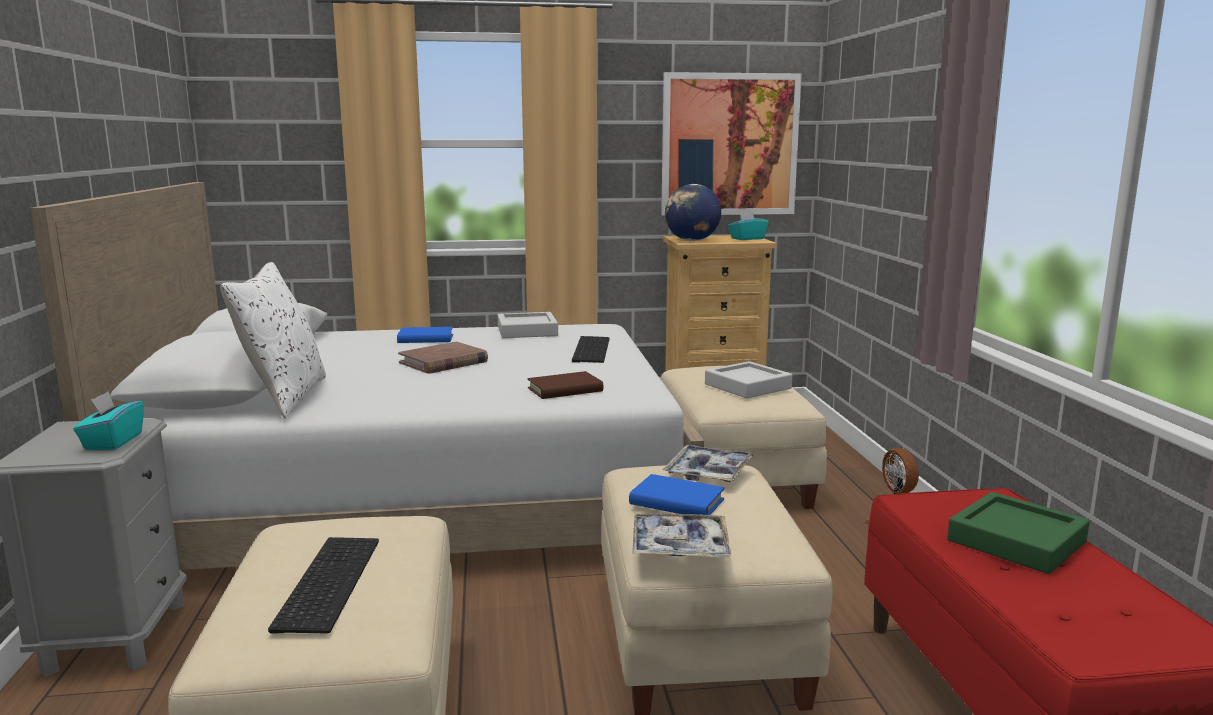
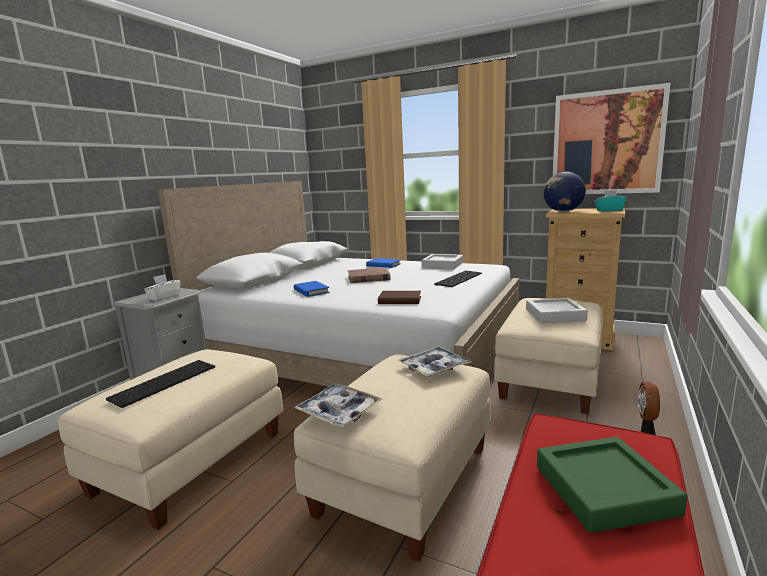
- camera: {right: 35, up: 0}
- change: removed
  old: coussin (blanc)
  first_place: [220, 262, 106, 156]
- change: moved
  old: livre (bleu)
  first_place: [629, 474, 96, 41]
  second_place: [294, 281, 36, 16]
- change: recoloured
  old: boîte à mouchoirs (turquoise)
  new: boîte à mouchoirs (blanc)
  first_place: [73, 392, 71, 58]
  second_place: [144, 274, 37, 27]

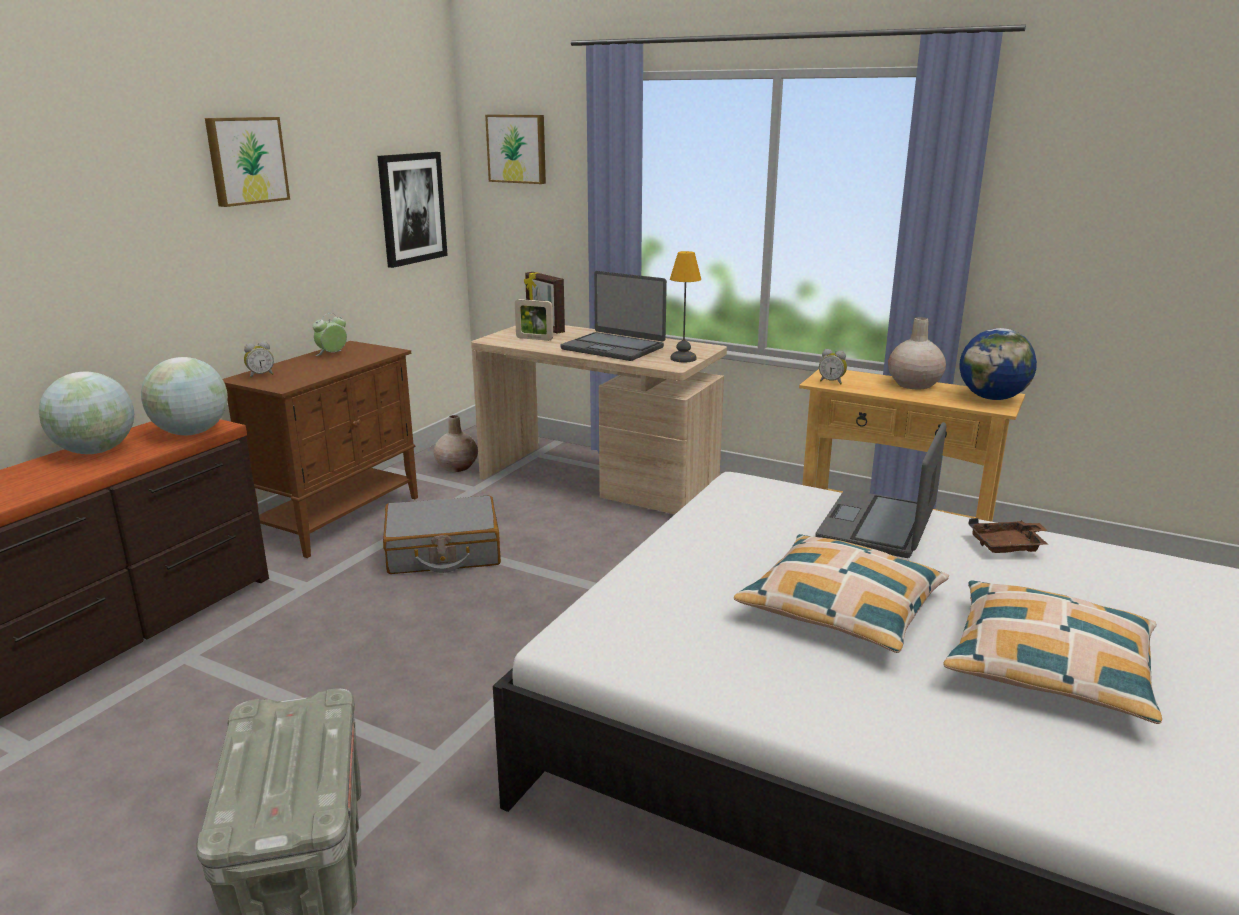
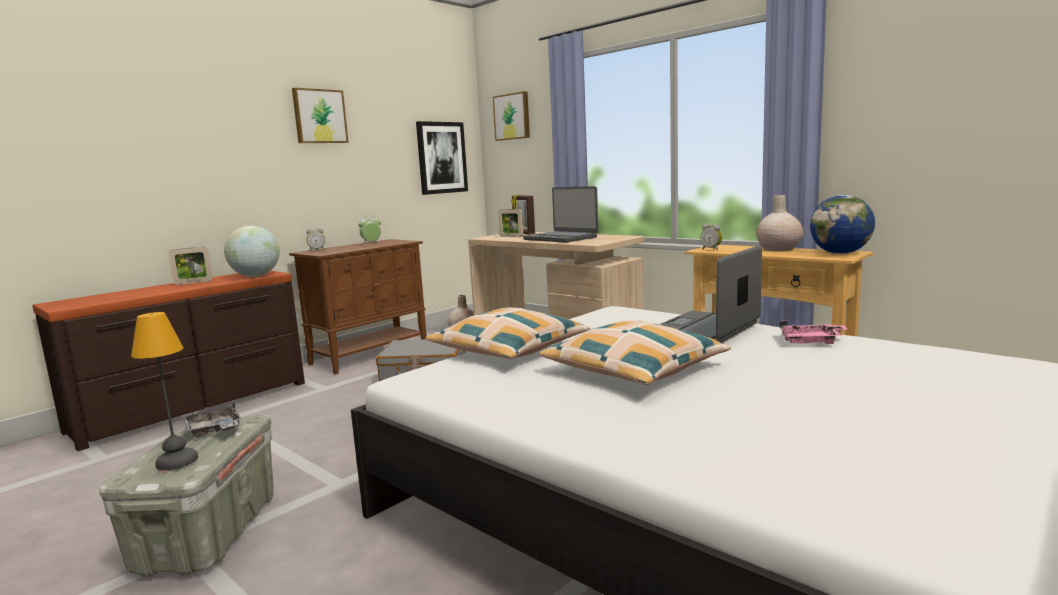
- camera: {right: 15, up: -10}
- change: added
  new: plateau (gris)
  second_place: [182, 402, 60, 35]
- change: moved
  old: lampe de table
  first_place: [670, 251, 31, 111]
  second_place: [131, 312, 67, 158]
- change: moved
  old: coussin
  first_place: [943, 580, 219, 144]
  second_place: [426, 307, 164, 52]
- change: replaced
  old: globe
  new: cadre photo
  first_place: [39, 372, 95, 82]
  second_place: [169, 247, 44, 38]
- change: recoloured
  old: plateau (marron)
  new: plateau (rose)
  first_place: [968, 518, 80, 35]
  second_place: [779, 321, 69, 23]

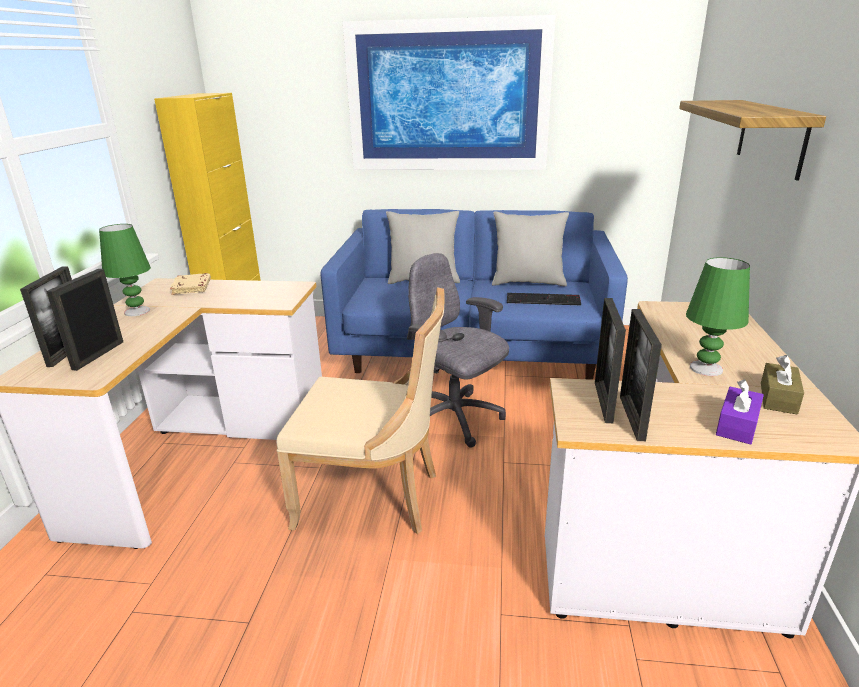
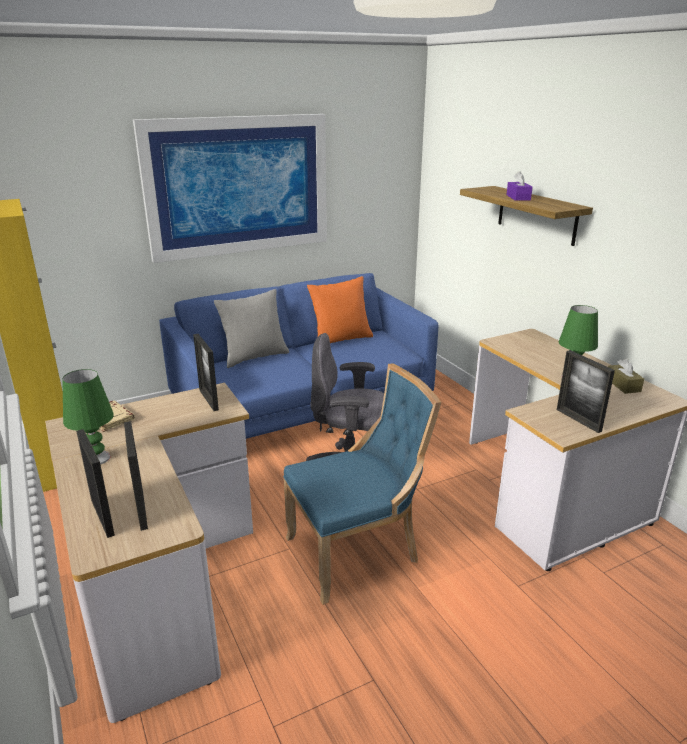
- camera: {right: -35, up: 0}
- change: removed
  old: clavier
  first_place: [507, 293, 74, 12]
- change: moved
  old: cadre photo
  first_place: [595, 298, 31, 125]
  second_place: [193, 334, 26, 77]
- change: moved
  old: boîte à mouchoirs (violet)
  first_place: [716, 379, 48, 66]
  second_place: [507, 171, 26, 30]
- change: recoloured
  old: chaise (beige)
  new: chaise (bleu)
  first_place: [276, 287, 169, 247]
  second_place: [283, 363, 158, 242]
- change: recoloured
  old: coussin (gris)
  new: coussin (orange)
  first_place: [492, 211, 77, 75]
  second_place: [307, 276, 66, 67]

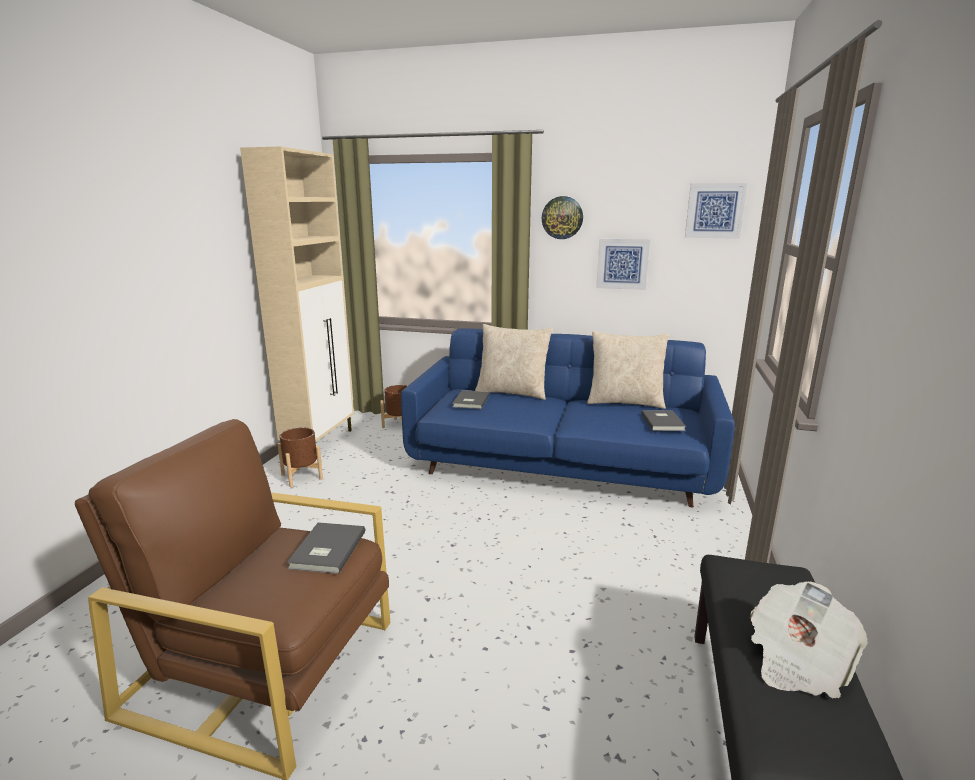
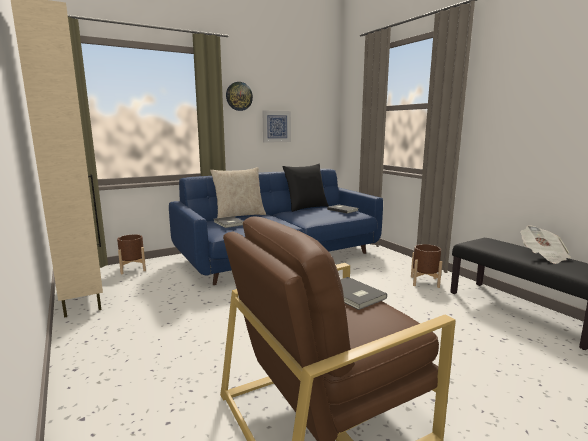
- camera: {right: -45, up: -5}
- change: removed
  old: tableau
  first_place: [685, 183, 62, 56]
- change: moved
  old: cache-pot (marron)
  first_place: [278, 427, 45, 60]
  second_place: [411, 244, 31, 44]
- change: recoloured
  old: coussin (beige)
  new: coussin (noir)
  first_place: [587, 331, 82, 78]
  second_place: [283, 164, 46, 48]

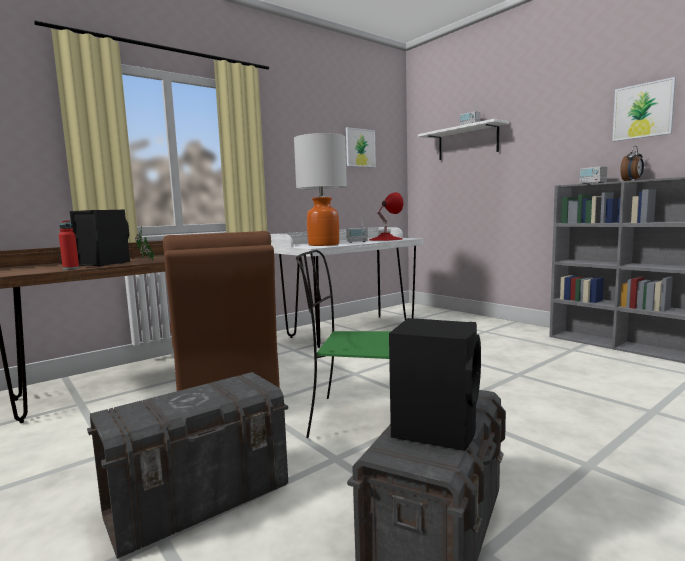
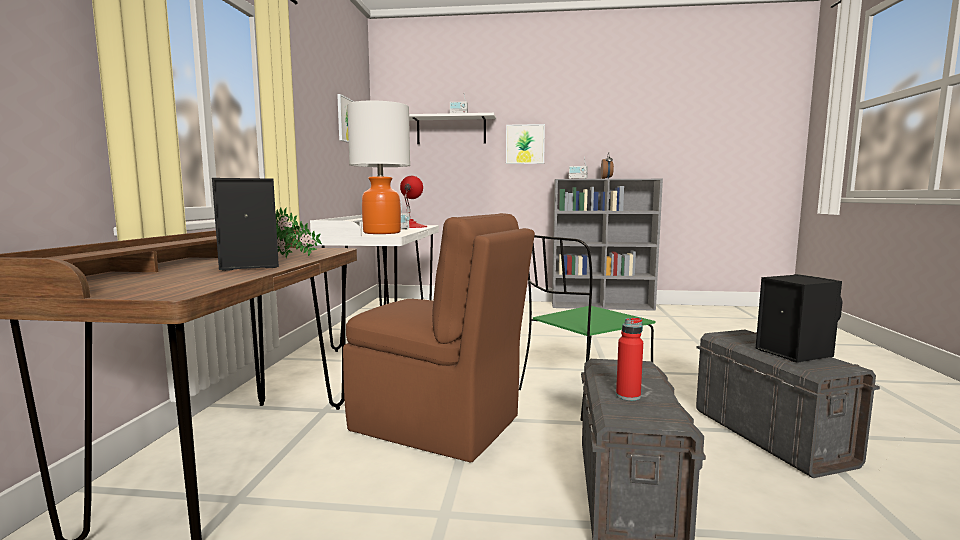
- camera: {right: -45, up: 0}
- change: moved
  old: bouteille (rouge)
  first_place: [59, 220, 20, 50]
  second_place: [616, 318, 27, 83]
- change: moved
  old: tableau
  first_place: [612, 77, 64, 64]
  second_place: [506, 124, 39, 40]

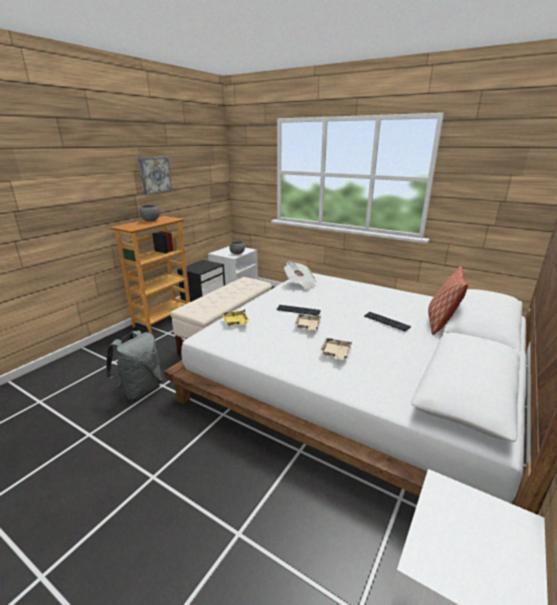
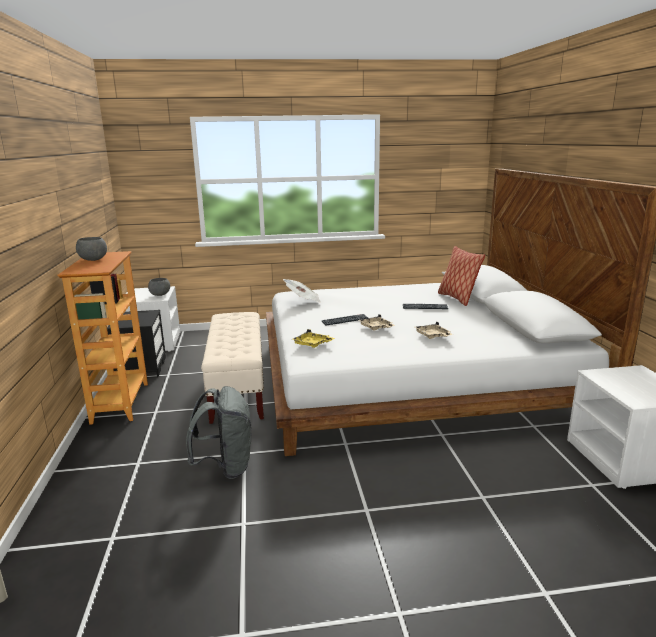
- camera: {right: -40, up: -5}
- change: removed
  old: tableau
  first_place: [138, 157, 34, 38]

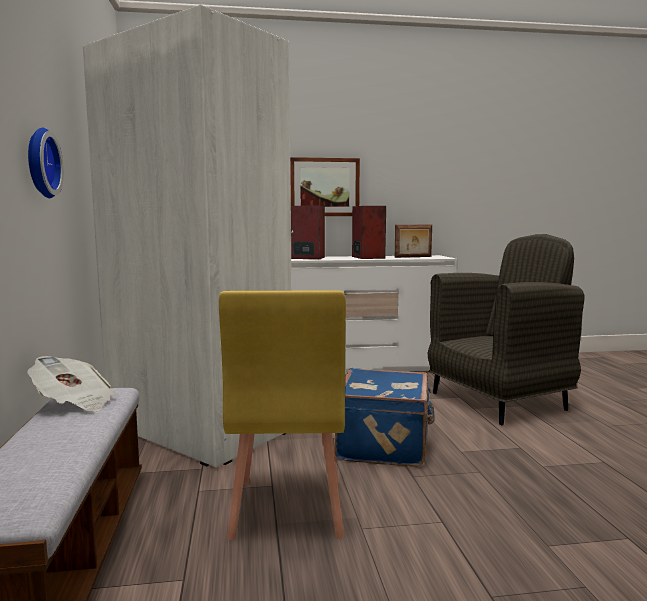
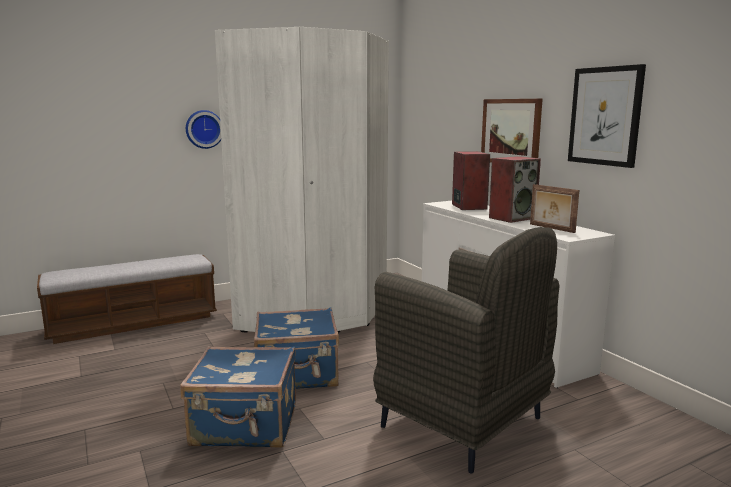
- camera: {right: 70, up: 5}
- change: removed
  old: journal
  first_place: [27, 356, 89, 56]
- change: removed
  old: chaise (jaune)
  first_place: [219, 290, 127, 250]
- change: added
  new: valise (bleu)
  second_place: [180, 346, 116, 102]
- change: added
  new: tableau
  second_place: [568, 64, 78, 104]

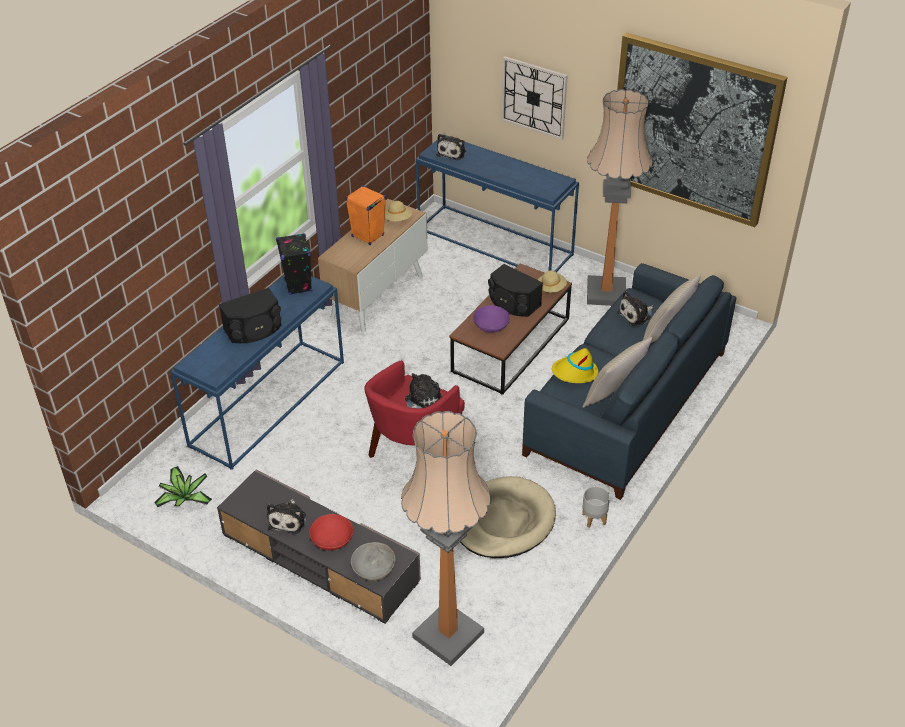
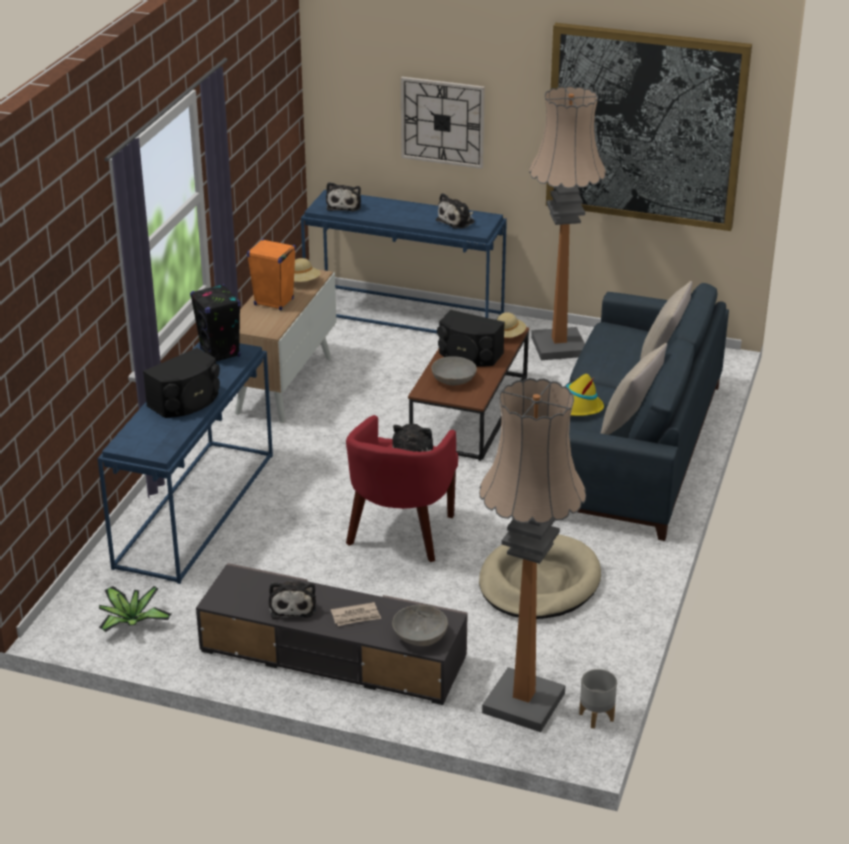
- camera: {right: -15, up: -10}
- change: moved
  old: cache-pot (gris)
  first_place: [582, 486, 28, 42]
  second_place: [579, 669, 38, 60]
- change: moved
  old: peluche
  first_place: [617, 291, 36, 35]
  second_place: [436, 193, 38, 36]
- change: replaced
  old: bol (rouge)
  new: journal
  first_place: [309, 514, 44, 36]
  second_place: [331, 602, 50, 24]
- change: recoloured
  old: bol (violet)
  new: bol (gris)
  first_place: [473, 305, 37, 27]
  second_place: [431, 356, 46, 30]

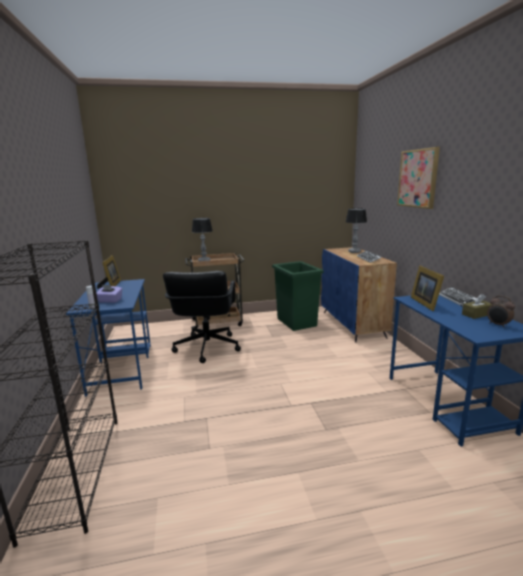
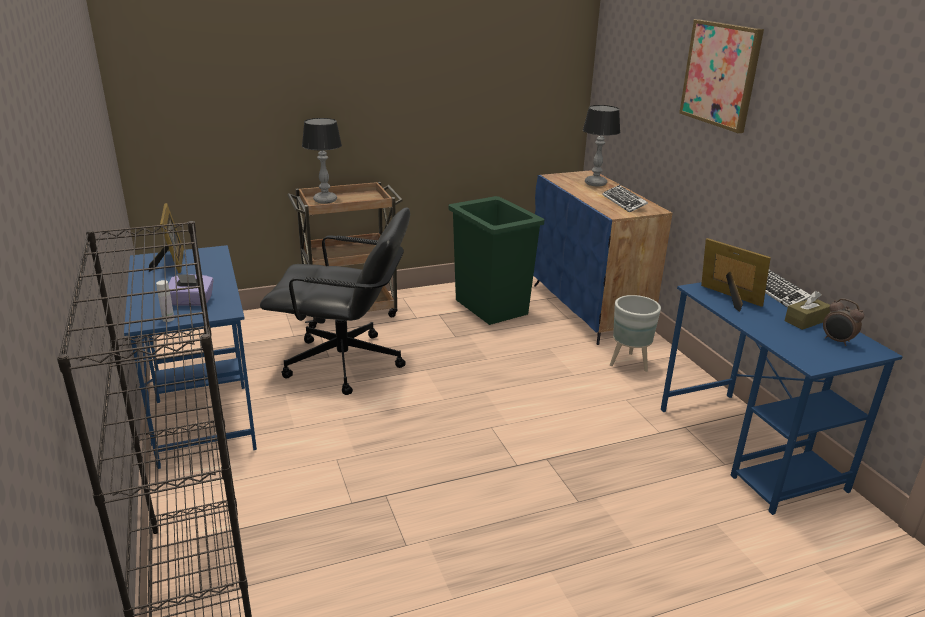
- camera: {right: -10, up: 10}
- change: added
  new: cache-pot (gris)
  second_place: [610, 295, 51, 77]
- change: turned
  old: chaise de bureau (noir)
  first_place: [163, 271, 78, 92]
  second_place: [260, 207, 150, 188]
  degrees: -75
- change: turned
  old: cadre photo
  first_place: [411, 266, 33, 45]
  second_place: [701, 238, 70, 74]
  degrees: 150

